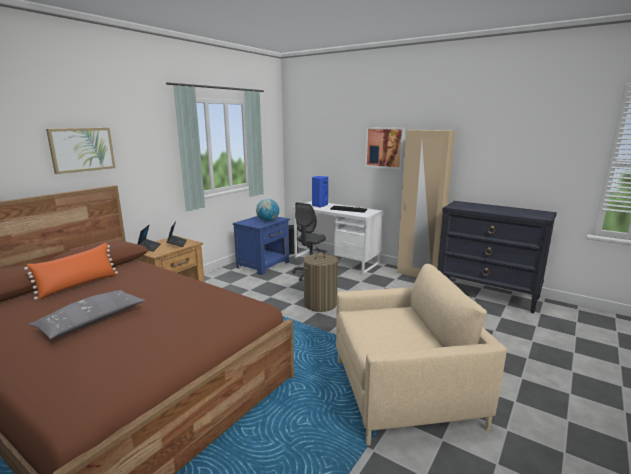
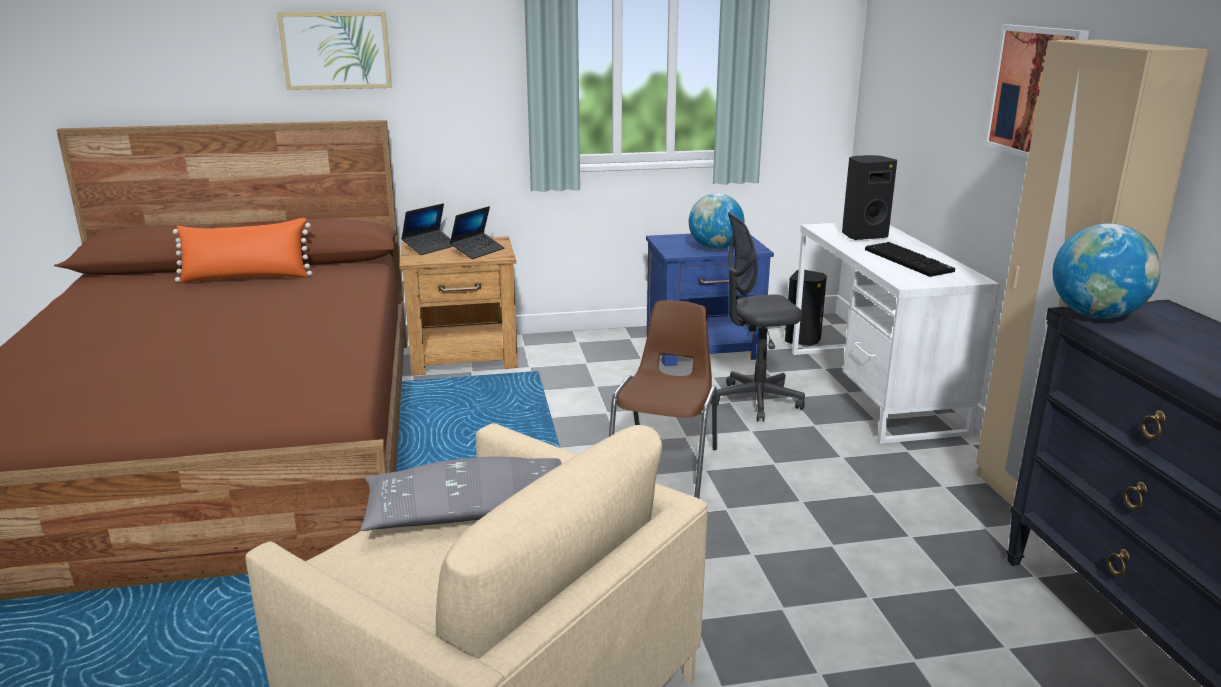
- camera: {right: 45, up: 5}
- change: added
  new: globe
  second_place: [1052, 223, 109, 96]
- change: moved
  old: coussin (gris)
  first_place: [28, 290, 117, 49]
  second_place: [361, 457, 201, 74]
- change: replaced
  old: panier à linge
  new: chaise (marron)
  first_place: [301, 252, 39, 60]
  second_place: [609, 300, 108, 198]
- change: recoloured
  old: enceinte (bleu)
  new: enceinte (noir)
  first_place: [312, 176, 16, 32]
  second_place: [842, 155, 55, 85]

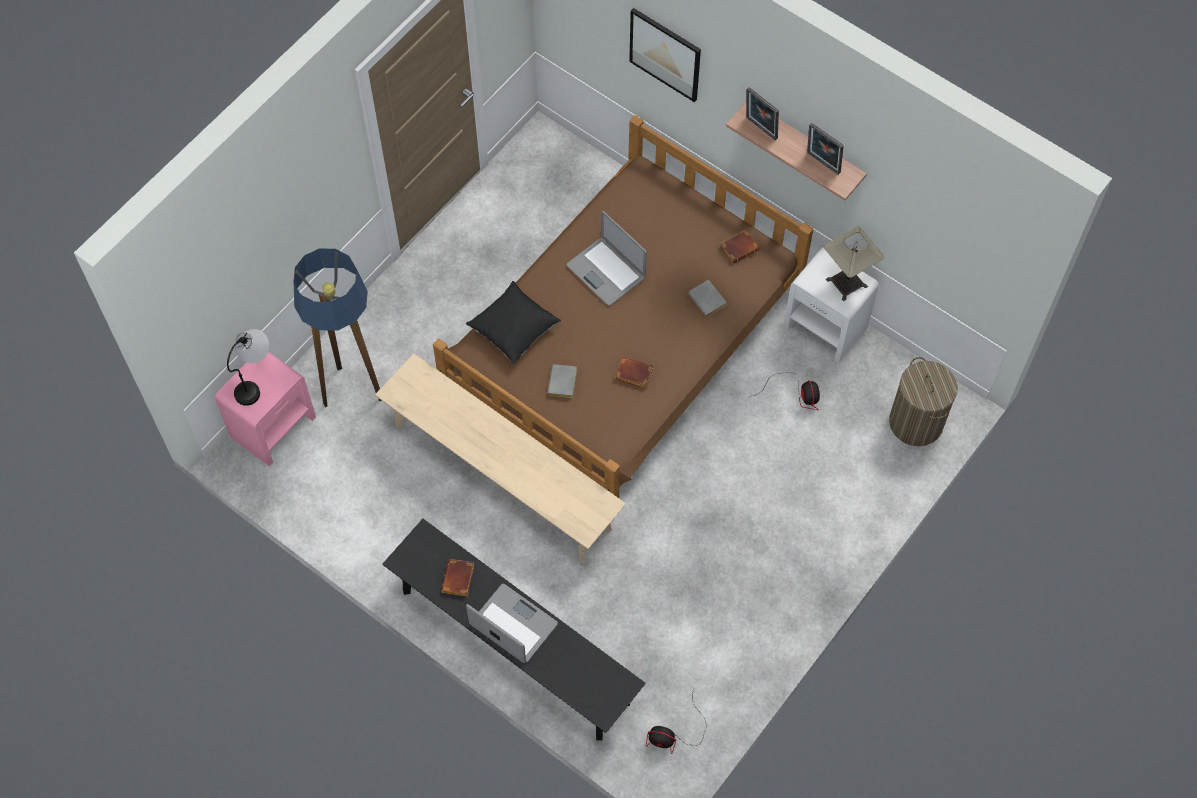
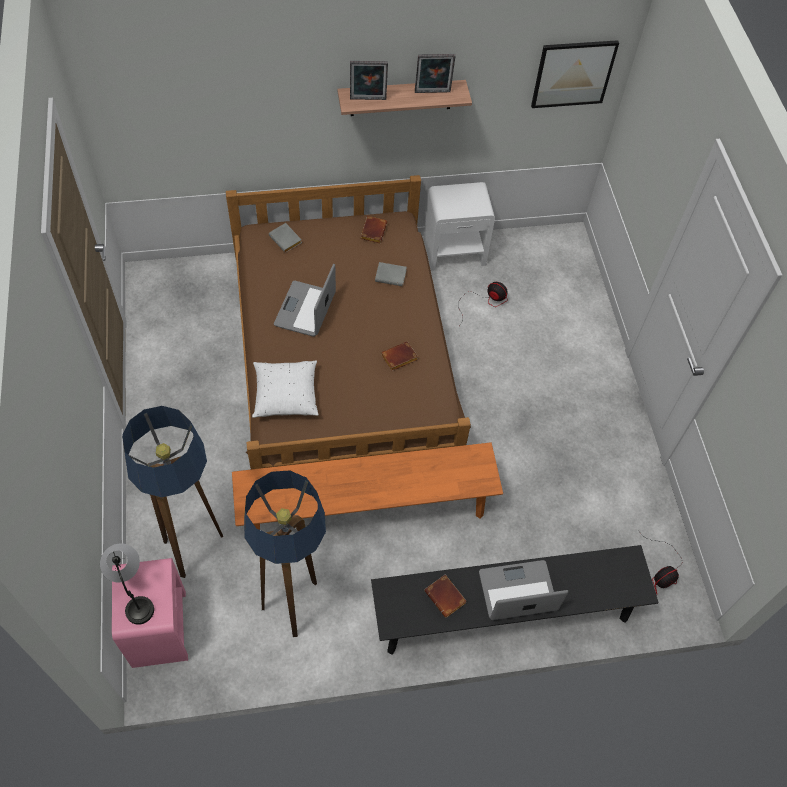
- camera: {right: -50, up: -5}
- change: removed
  old: lampe de table
  first_place: [824, 227, 60, 74]
- change: removed
  old: panier à linge
  first_place: [889, 357, 69, 89]
- change: added
  new: lampadaire
  second_place: [244, 470, 82, 167]
- change: moved
  old: livre (gris)
  first_place: [547, 364, 30, 34]
  second_place: [269, 223, 33, 30]
- change: moved
  old: tableau
  first_place: [629, 8, 72, 94]
  second_place: [531, 40, 88, 68]
- change: recoloured
  old: banc (beige)
  new: banc (orange)
  first_place: [375, 353, 251, 210]
  second_place: [232, 442, 271, 88]
- change: recoloured
  old: coussin (noir)
  new: coussin (blanc)
  first_place: [466, 281, 95, 83]
  second_place: [252, 360, 67, 58]
- change: turned
  old: ordinateur portable
  first_place: [567, 211, 80, 95]
  second_place: [274, 263, 62, 74]
  degrees: 105

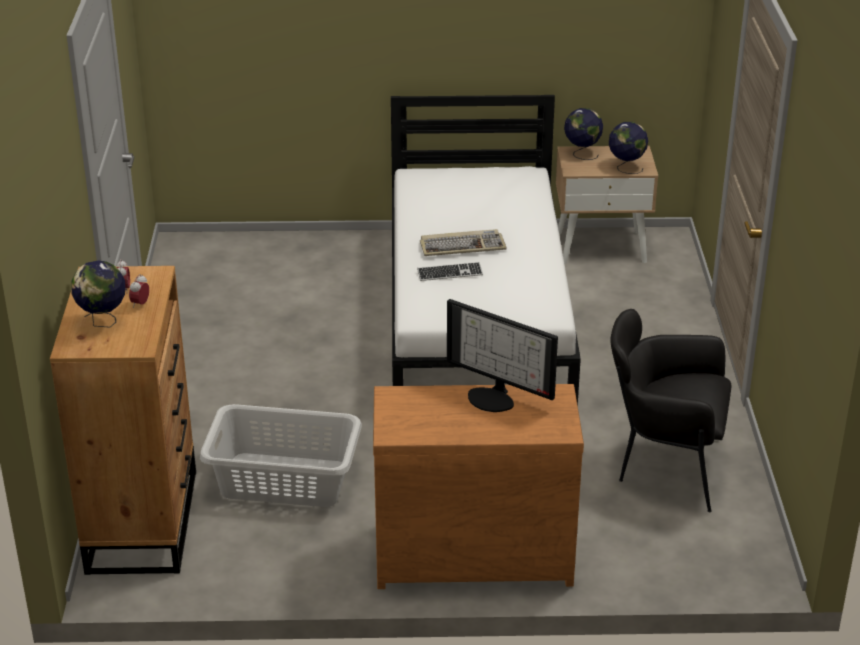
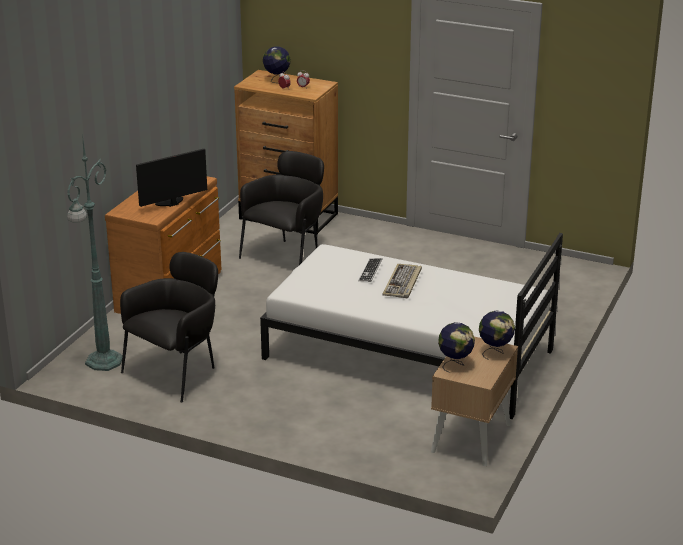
- camera: {right: 115, up: -5}
- change: added
  new: lampadaire (vert)
  second_place: [67, 134, 56, 237]
- change: replaced
  old: panier à linge (gris)
  new: fauteuil (noir)
  first_place: [200, 404, 162, 103]
  second_place: [239, 151, 85, 114]

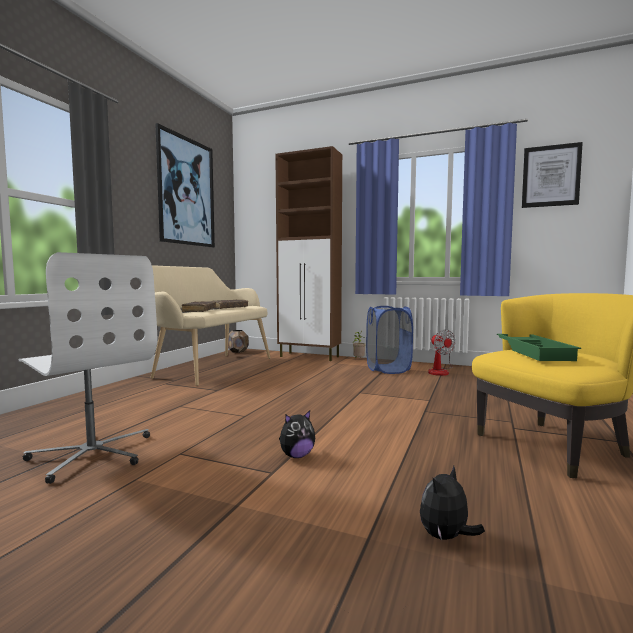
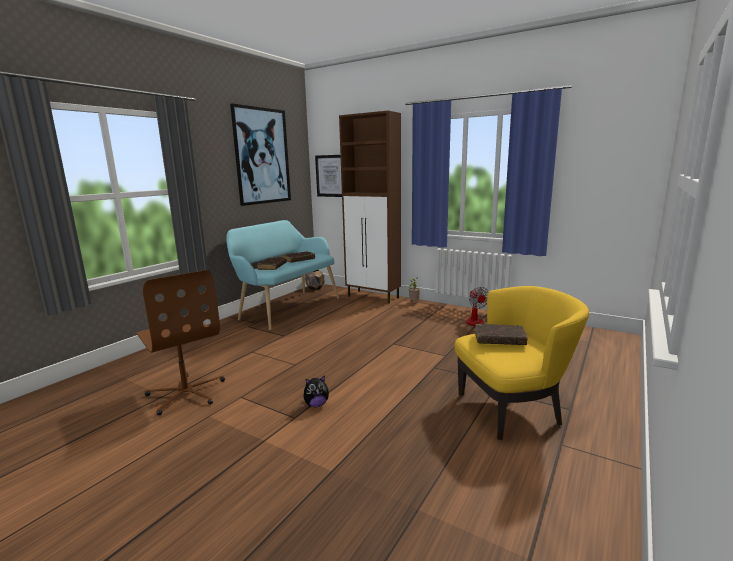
- camera: {right: 10, up: 10}
- change: removed
  old: panier à linge (bleu)
  first_place: [366, 306, 47, 68]
- change: removed
  old: peluche
  first_place: [420, 466, 65, 74]
- change: moved
  old: tableau
  first_place: [522, 142, 61, 66]
  second_place: [315, 155, 27, 42]
- change: replaced
  old: plateau (vert)
  new: livre (marron)
  first_place: [497, 334, 84, 27]
  second_place: [475, 324, 53, 21]
- change: recoloured
  old: chaise de bureau (blanc)
  new: chaise de bureau (marron)
  first_place: [19, 252, 138, 232]
  second_place: [136, 270, 89, 145]
- change: recoloured
  old: banc (beige)
  new: banc (turquoise)
  first_place: [151, 265, 120, 121]
  second_place: [226, 220, 113, 110]

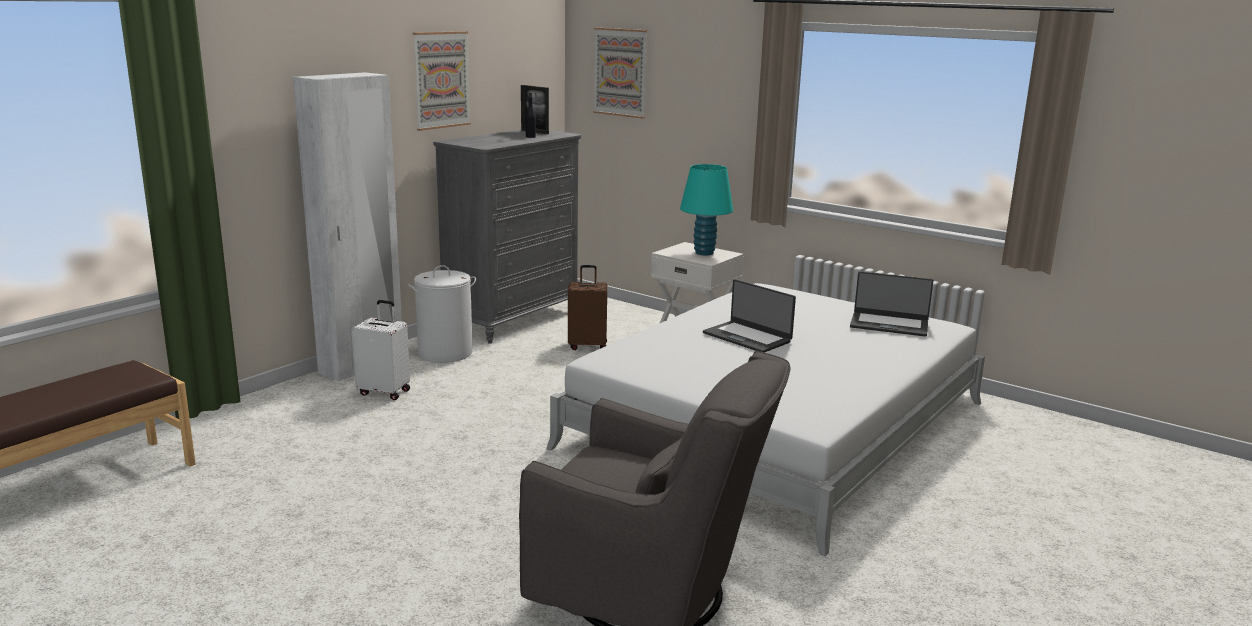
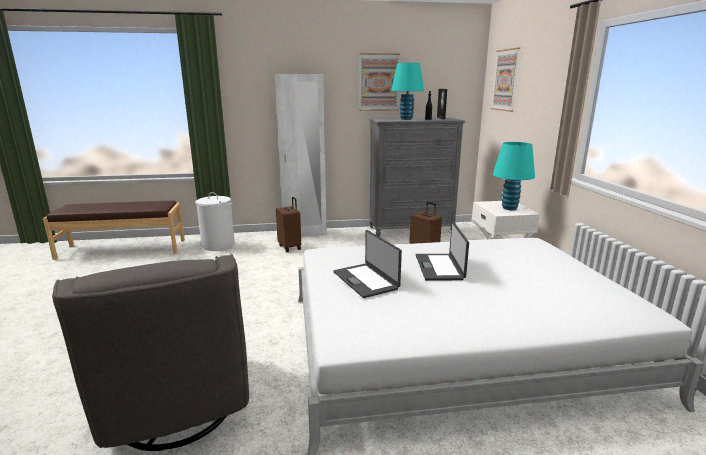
- camera: {right: 45, up: 0}
- change: added
  new: lampe de table (turquoise)
  second_place: [391, 63, 33, 57]
- change: moved
  old: panier à linge (blanc)
  first_place: [408, 265, 68, 98]
  second_place: [195, 192, 40, 59]
- change: moved
  old: ordinateur portable
  first_place: [850, 271, 84, 66]
  second_place: [333, 230, 69, 68]
- change: recoloured
  old: valise (blanc)
  new: valise (marron)
  first_place: [352, 300, 58, 100]
  second_place: [276, 197, 25, 55]

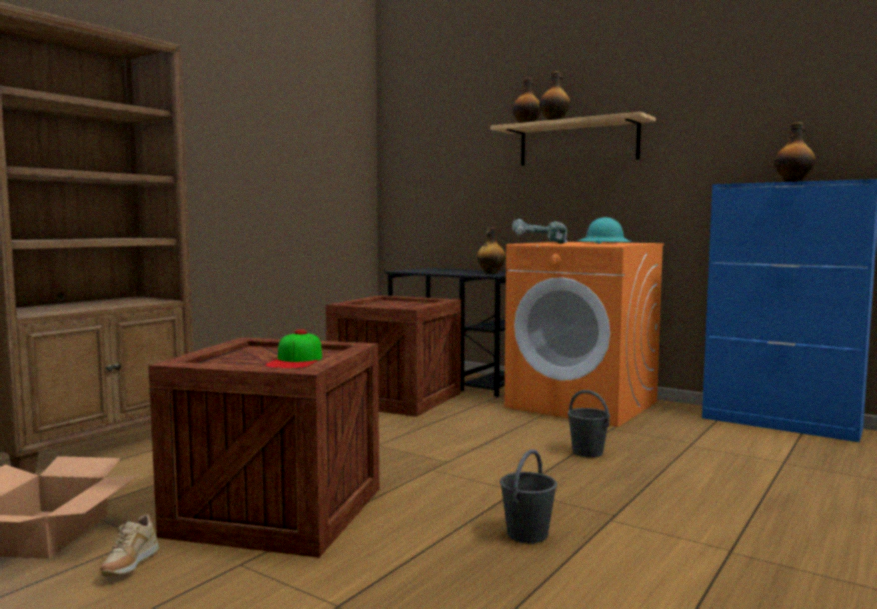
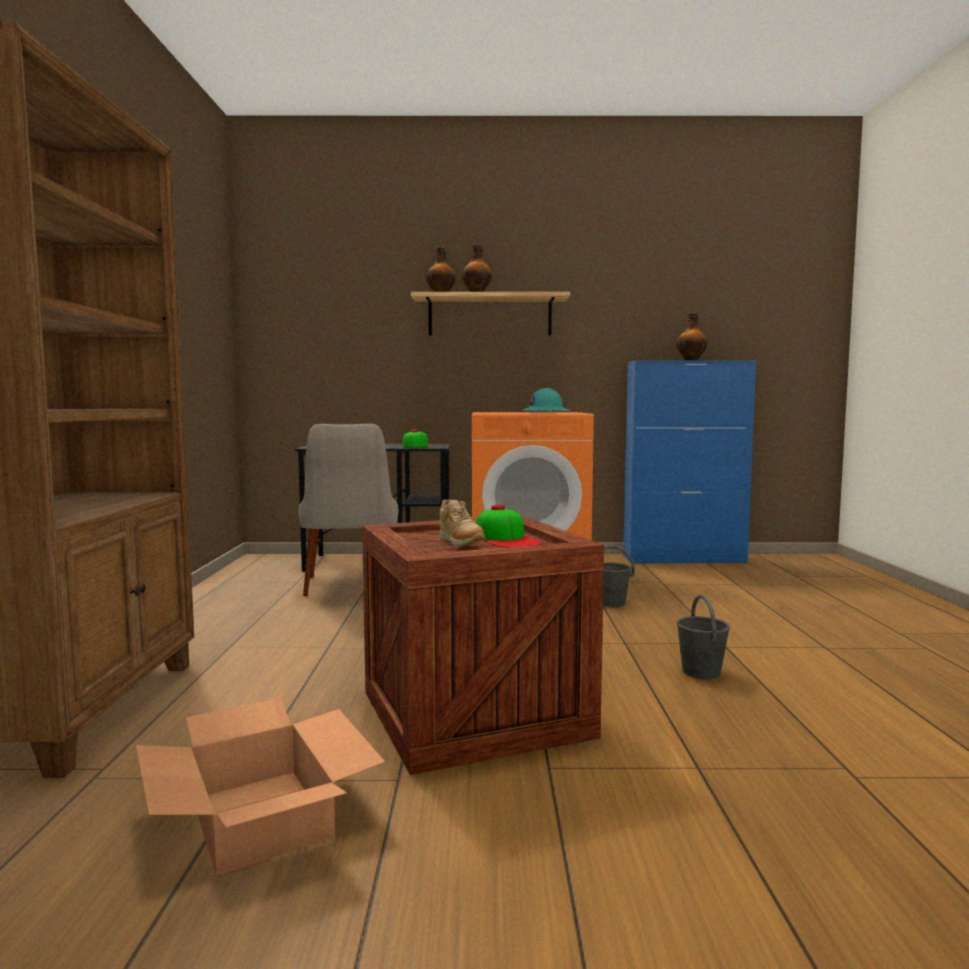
- camera: {right: -35, up: 0}
- change: removed
  old: perceuse
  first_place: [512, 219, 55, 25]
- change: moved
  old: chaussure (beige)
  first_place: [100, 514, 59, 62]
  second_place: [440, 500, 45, 46]
- change: replaced
  old: caisse
  new: chaise (beige)
  first_place: [326, 295, 135, 122]
  second_place: [299, 424, 99, 172]
- change: replaced
  old: bouteille
  new: casquette
  first_place: [477, 227, 29, 47]
  second_place: [402, 429, 32, 18]

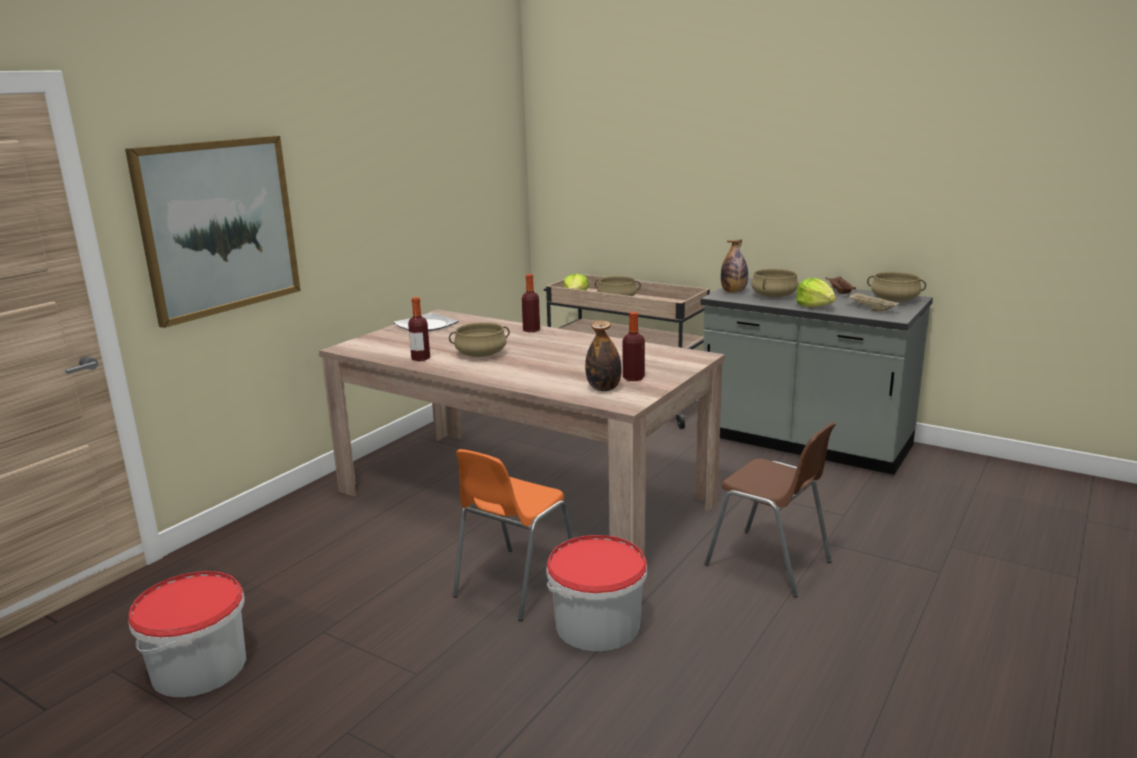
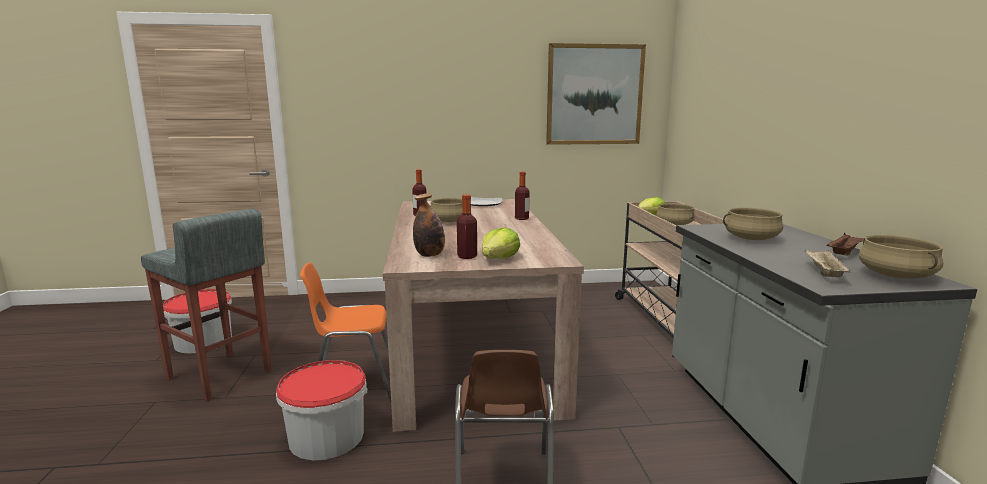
- camera: {right: 50, up: -5}
- change: removed
  old: bouteille
  first_place: [721, 239, 27, 54]
- change: added
  new: tabouret (gris)
  second_place: [141, 209, 131, 192]
- change: moved
  old: tableau
  first_place: [125, 136, 176, 192]
  second_place: [546, 43, 100, 102]
- change: moved
  old: laitue
  first_place: [796, 278, 40, 29]
  second_place: [482, 228, 38, 31]

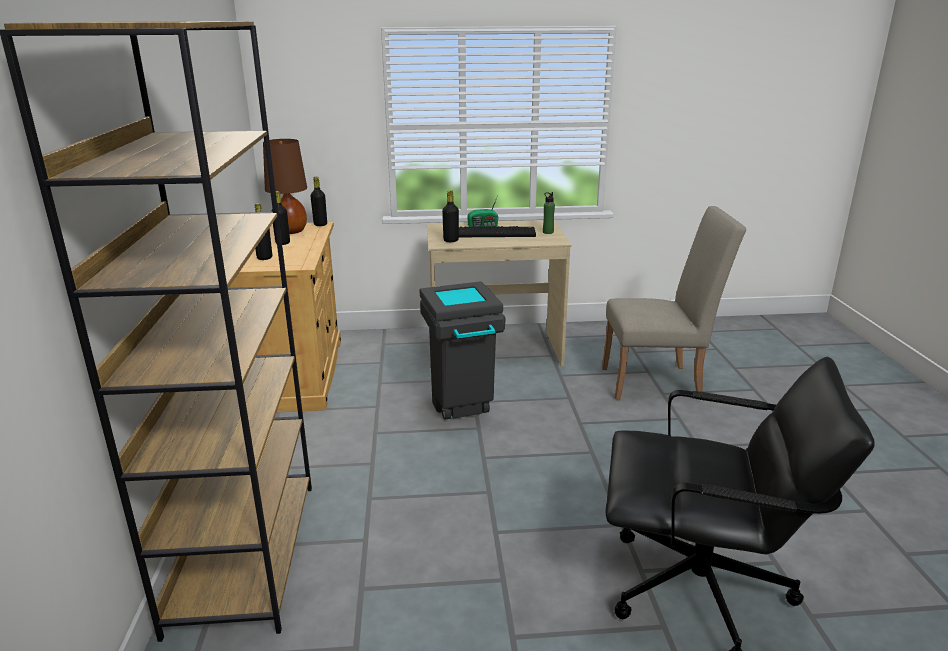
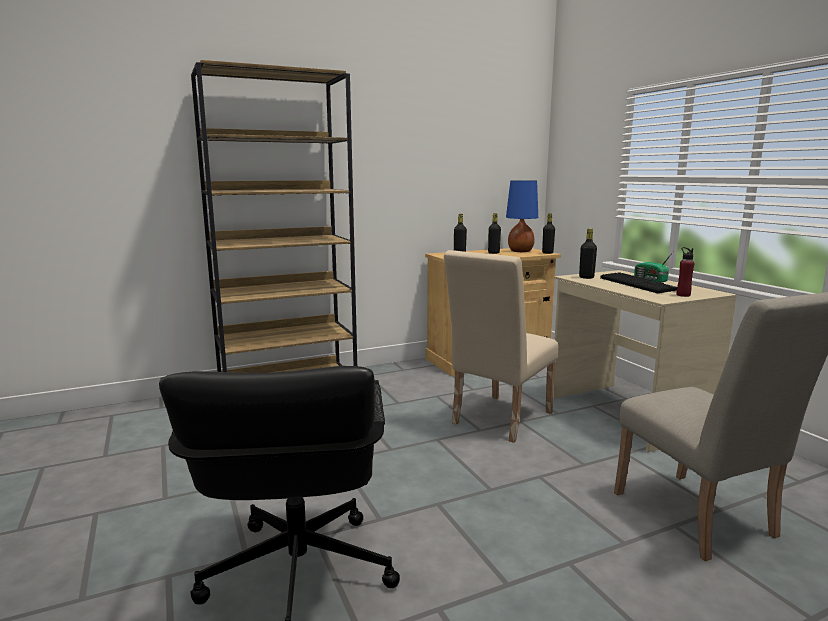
- camera: {right: 70, up: -10}
- change: replaced
  old: poubelle (gris)
  new: chaise (beige)
  first_place: [420, 281, 86, 139]
  second_place: [444, 250, 114, 193]
- change: recoloured
  old: lampe de table (marron)
  new: lampe de table (bleu)
  first_place: [263, 139, 44, 95]
  second_place: [506, 180, 32, 72]
- change: recoloured
  old: bouteille (vert)
  new: bouteille (rouge)
  first_place: [543, 192, 12, 42]
  second_place: [677, 247, 17, 50]

